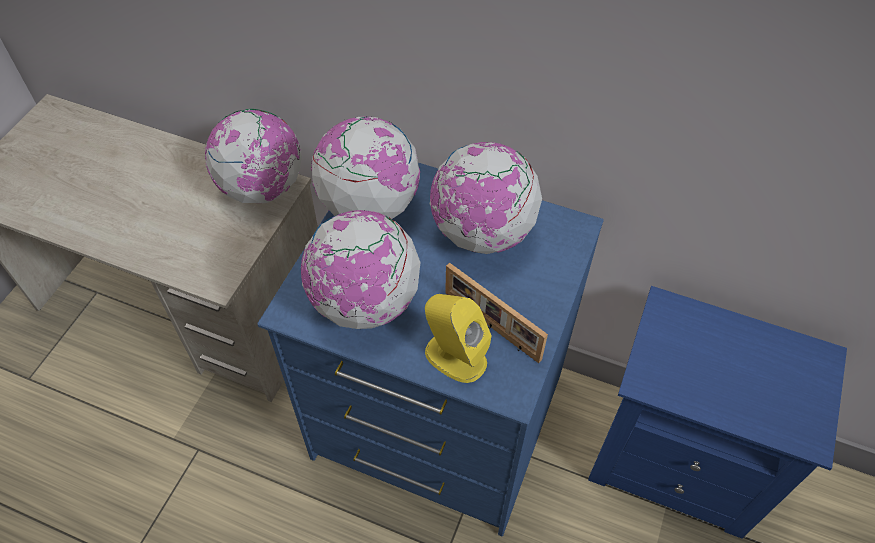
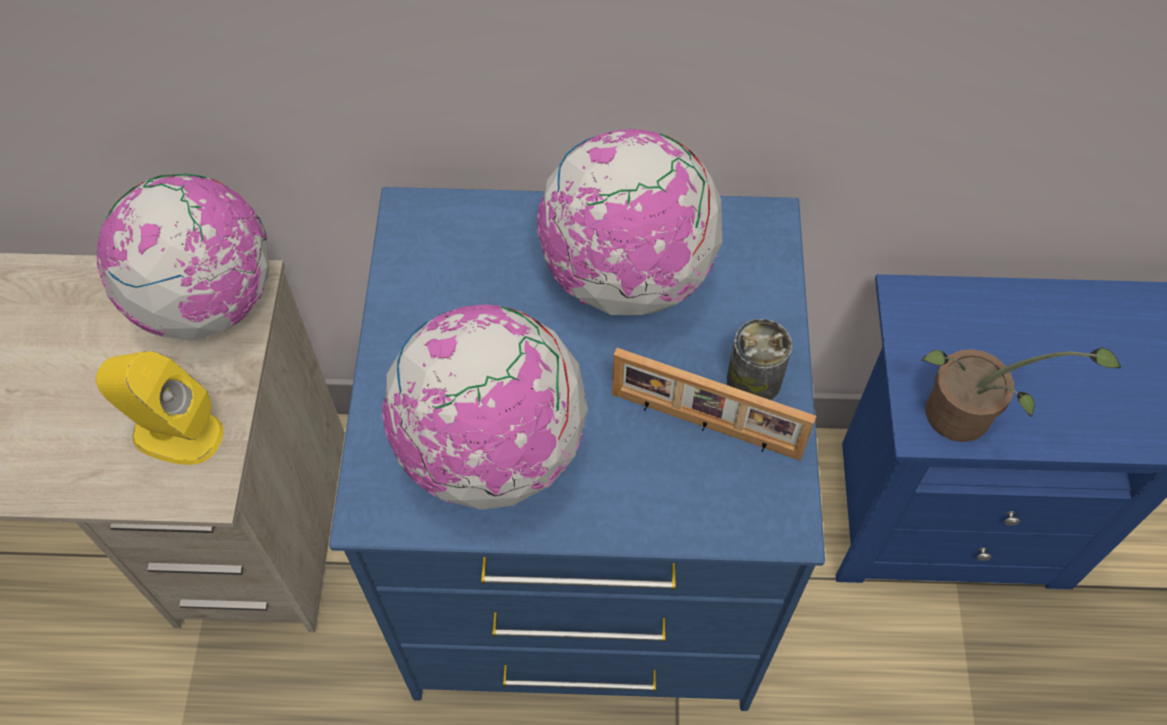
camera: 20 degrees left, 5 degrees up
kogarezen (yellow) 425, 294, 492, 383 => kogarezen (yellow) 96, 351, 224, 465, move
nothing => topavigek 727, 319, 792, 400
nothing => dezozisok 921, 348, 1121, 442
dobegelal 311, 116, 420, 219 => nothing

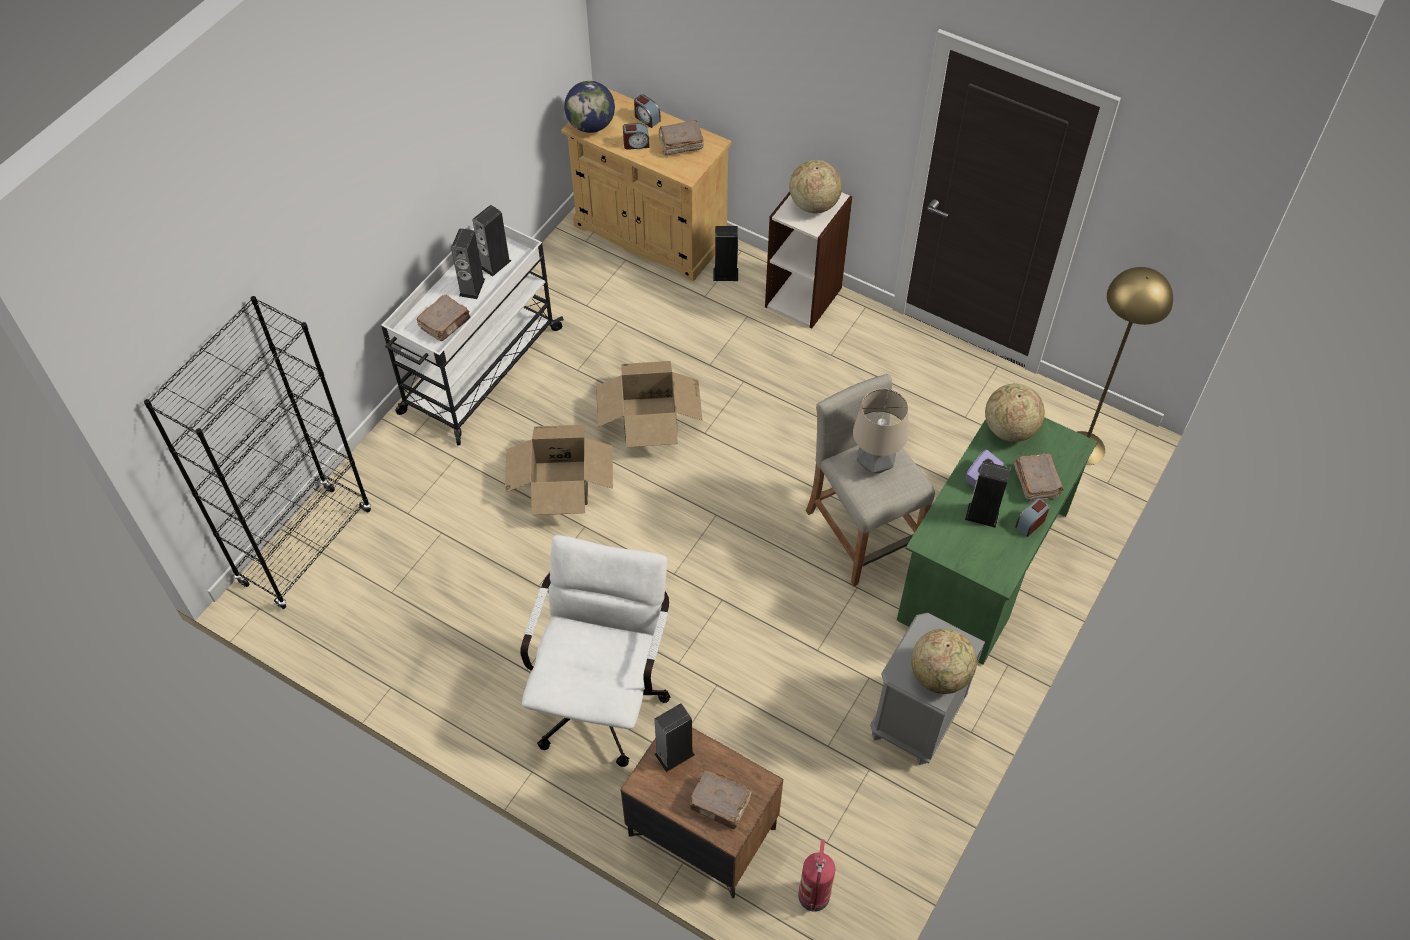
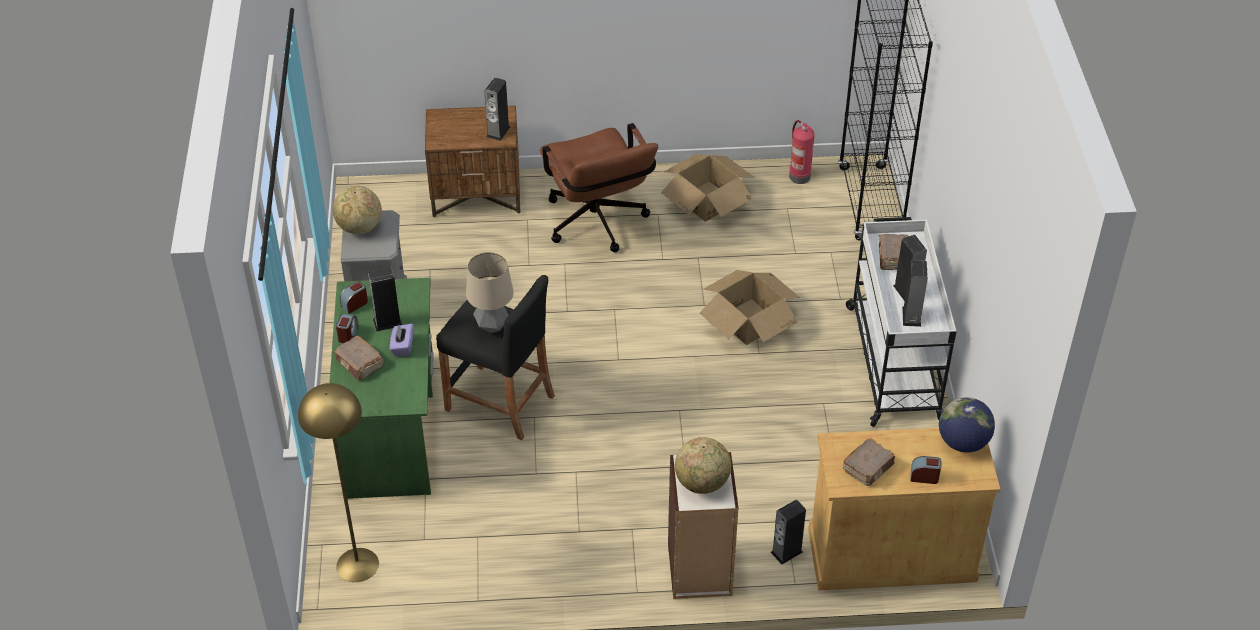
camera: 145 degrees right, 10 degrees down
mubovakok 623, 123, 650, 150 => mubovakok 340, 281, 368, 314, move
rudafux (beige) 806, 374, 935, 586 => rudafux (black) 436, 275, 555, 440
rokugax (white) 520, 535, 671, 767 => rokugax (brown) 540, 123, 658, 253
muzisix 596, 361, 702, 447 => muzisix 661, 154, 755, 222, move
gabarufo 798, 839, 835, 912 => gabarufo 789, 120, 815, 184, move
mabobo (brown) 688, 769, 752, 830 => nothing
dobegelal 985, 384, 1045, 442 => nothing

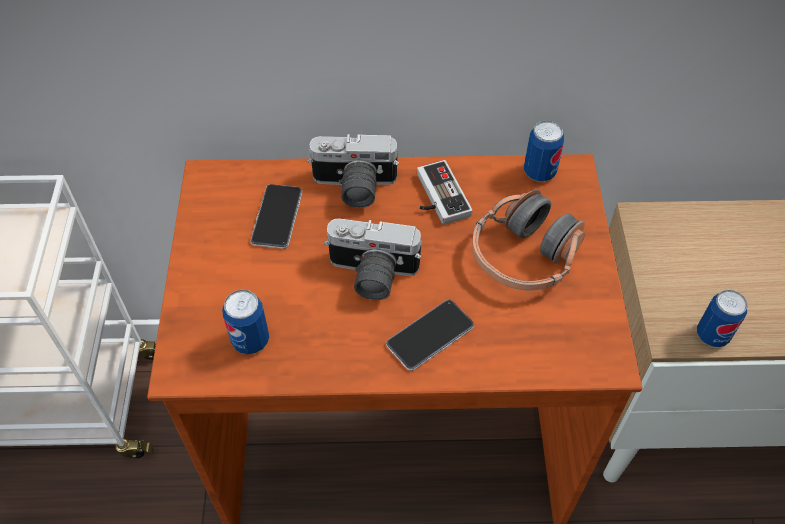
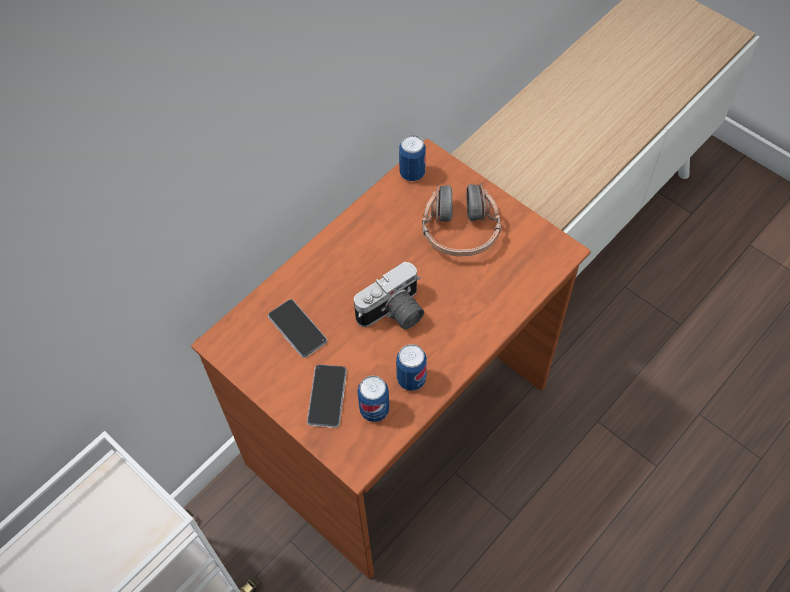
camera: 45 degrees left, 5 degrees up
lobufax 386, 300, 474, 371 => lobufax 307, 365, 347, 428, move
topavigek 697, 290, 747, 347 => topavigek 396, 344, 427, 391, move
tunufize 308, 134, 399, 208 => nothing
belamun 417, 160, 472, 225 => nothing

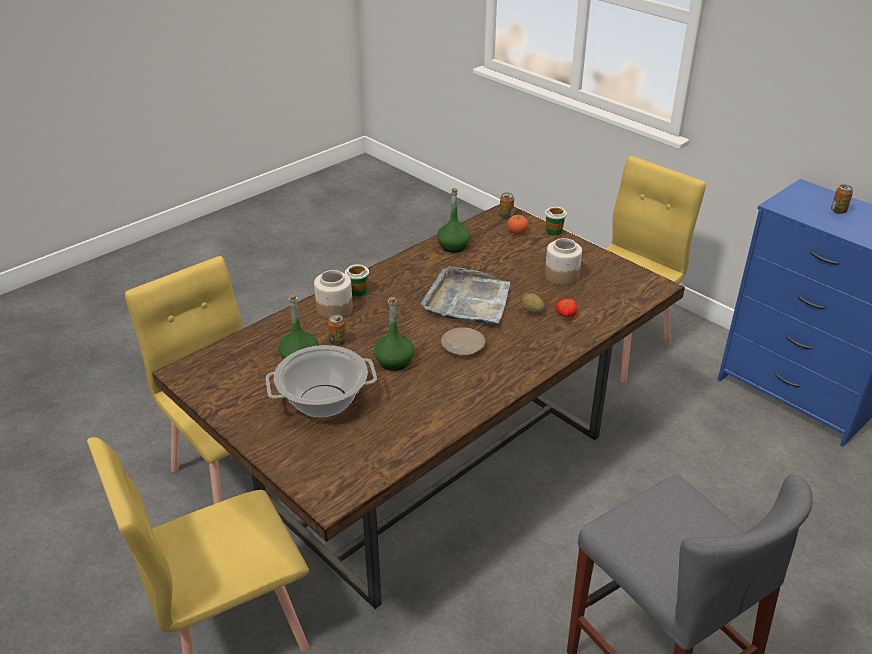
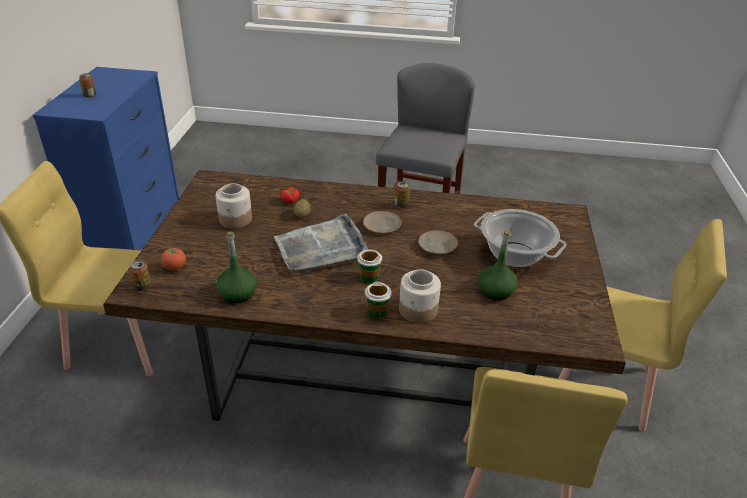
camera: 130 degrees left, 0 degrees up
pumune 545, 207, 567, 236 => pumune 357, 249, 382, 283, move
topavigek 328, 314, 346, 346 => topavigek 395, 181, 410, 208, move
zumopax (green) 374, 297, 414, 371 => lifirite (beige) 418, 231, 458, 254

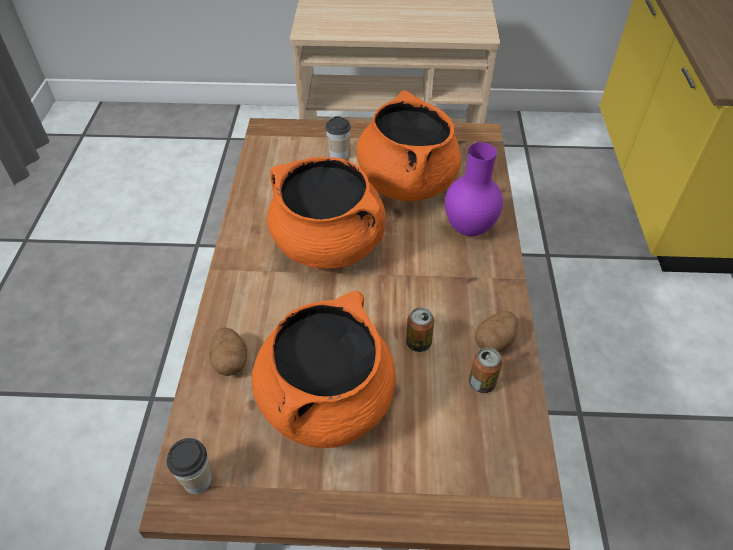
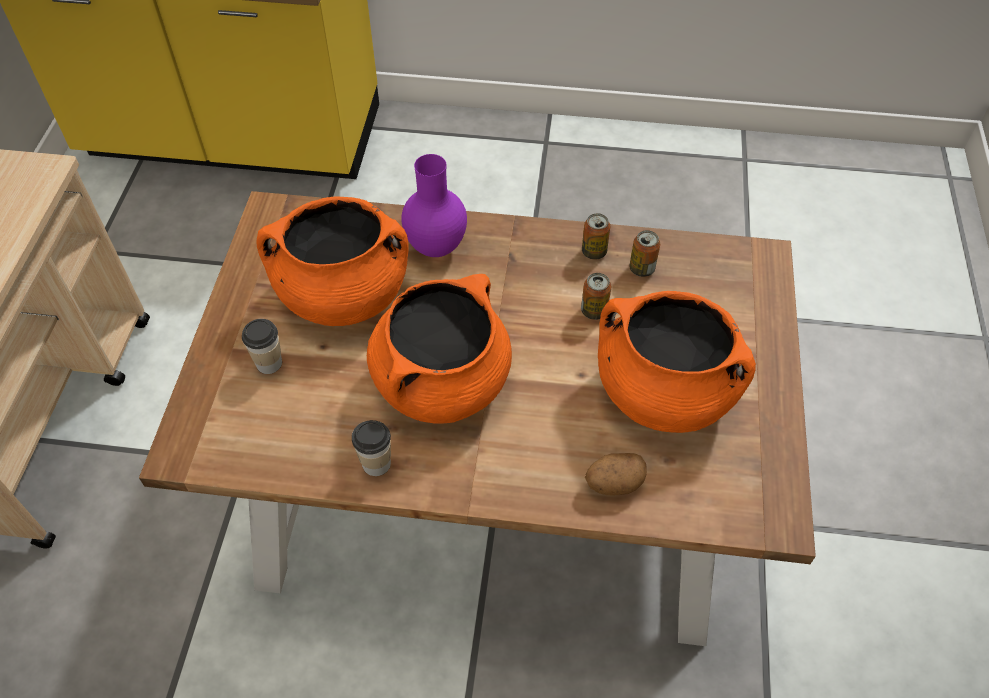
camera: 85 degrees left, 5 degrees up
pumune 166, 438, 212, 494 => pumune 352, 420, 391, 476, move
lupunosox 475, 311, 518, 352 => topavigek 582, 213, 610, 260

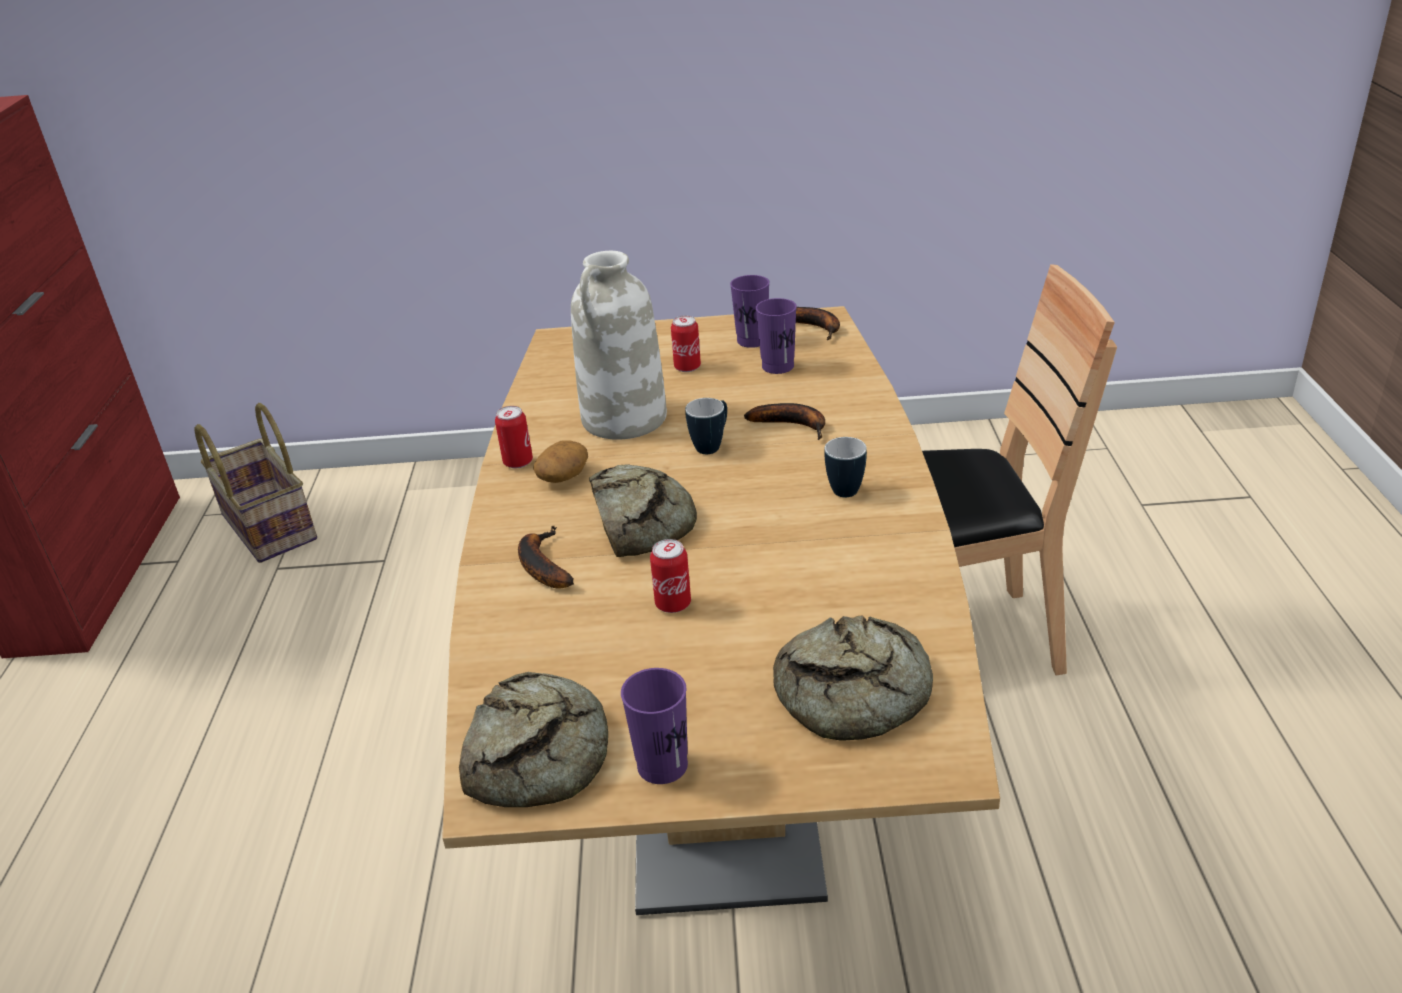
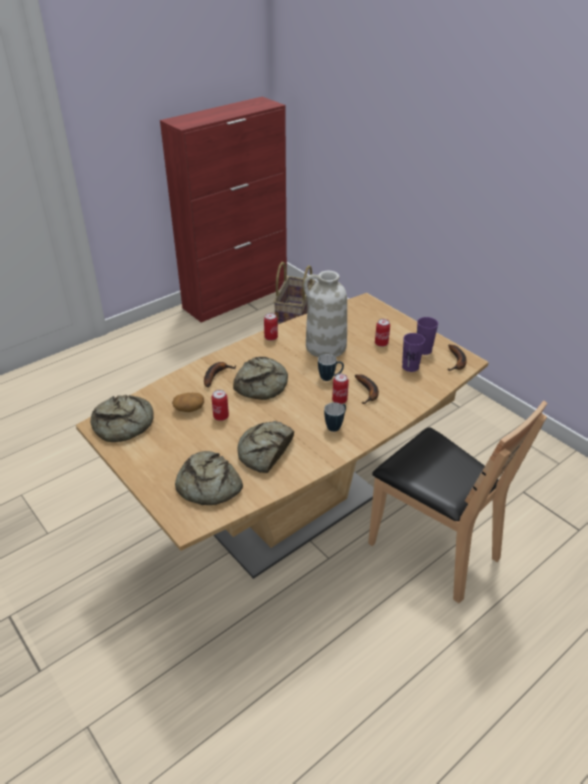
camera: 50 degrees right, 5 degrees up
lupunosox 533, 440, 588, 483 => lupunosox 172, 393, 204, 412, move
nothing => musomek 237, 421, 294, 473
nothing => topavigek 332, 374, 349, 404
pumune (purple) 621, 668, 688, 784 => nothing

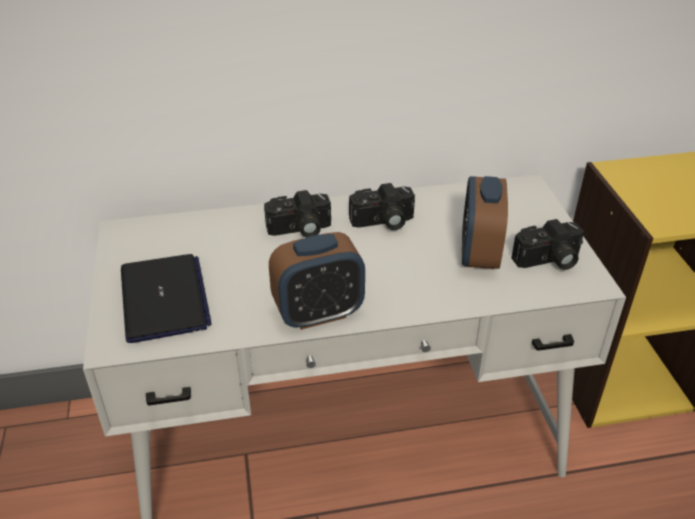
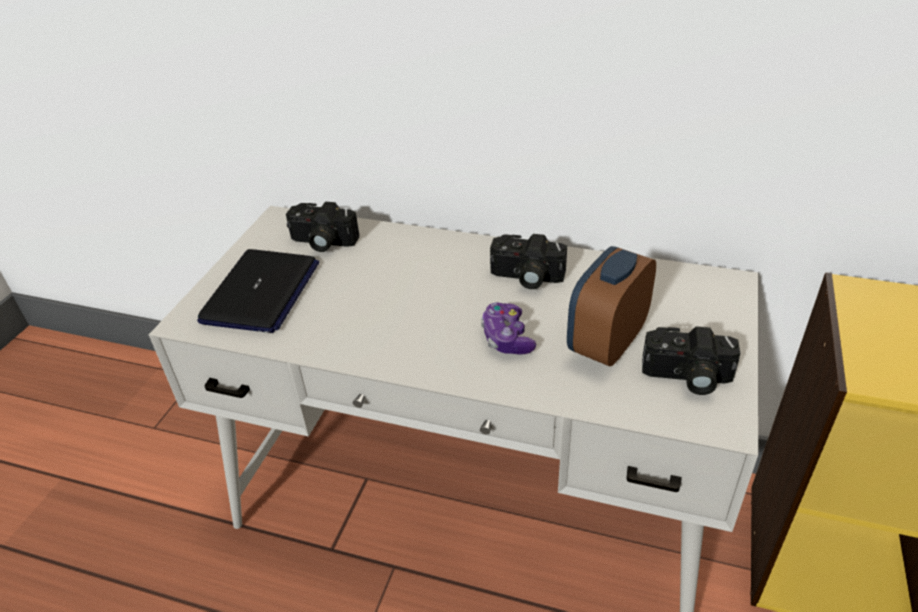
camera: 30 degrees right, 0 degrees up
tunufize 264, 190, 331, 238 => tunufize 286, 201, 359, 252, move
nothing => belamun 481, 302, 536, 355
mubovakok 269, 232, 365, 330 => nothing

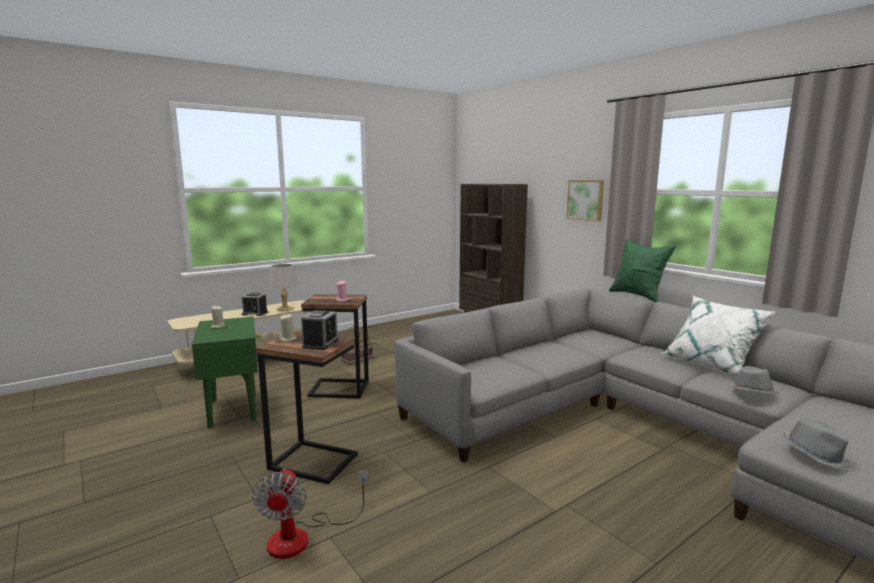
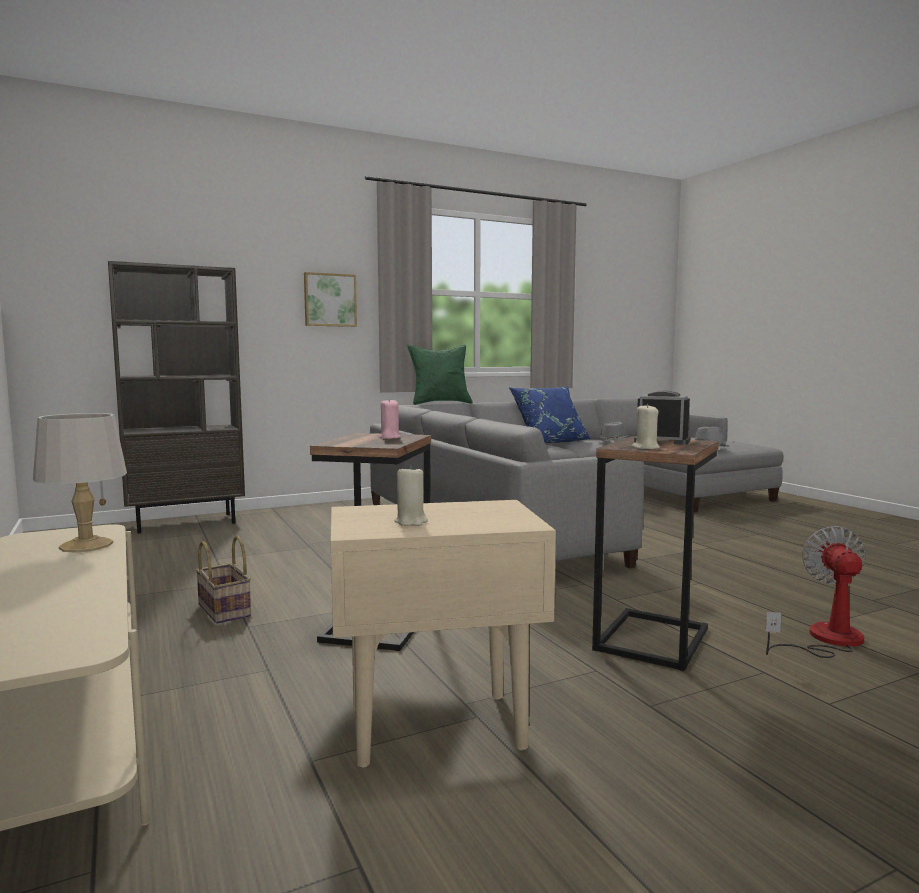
camera: 80 degrees left, 5 degrees down
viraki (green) 192, 317, 259, 428 => viraki (beige) 331, 500, 556, 768
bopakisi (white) 661, 296, 776, 376 => bopakisi (blue) 509, 387, 591, 443
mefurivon 252, 468, 368, 559 => mefurivon 766, 526, 866, 658, 90 degrees counterclockwise
mubovakok 242, 292, 268, 316 => nothing

